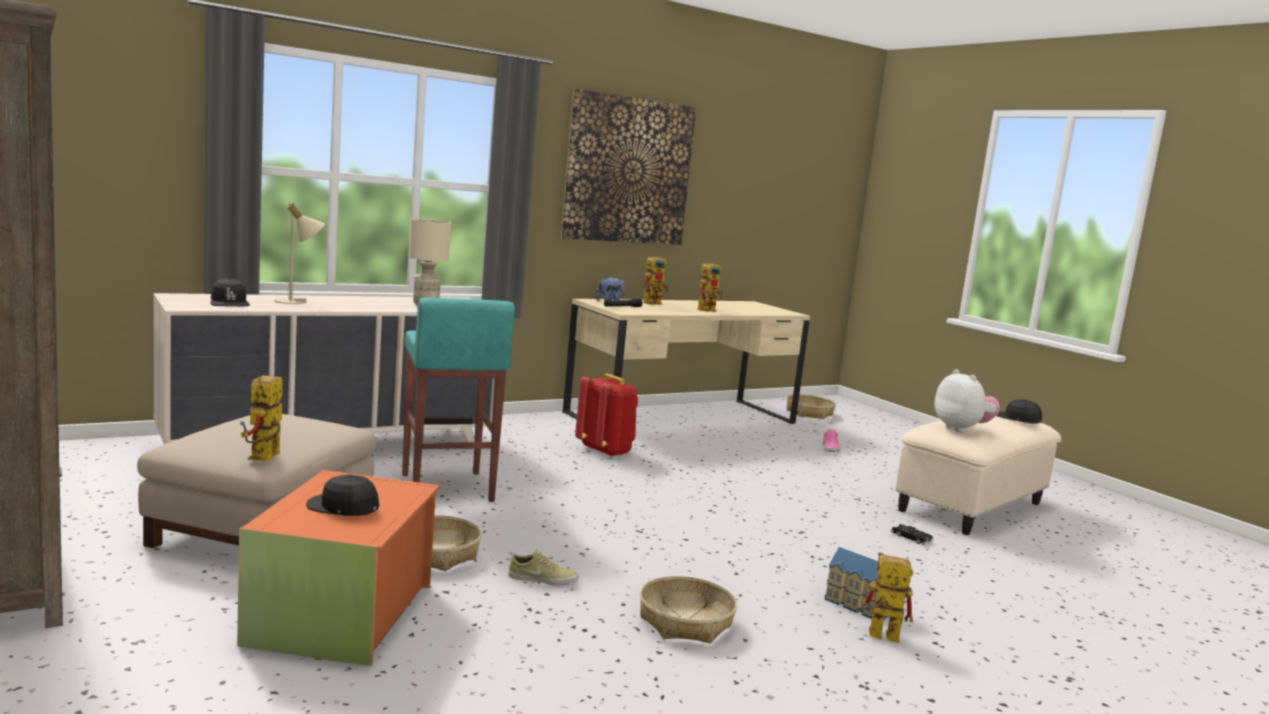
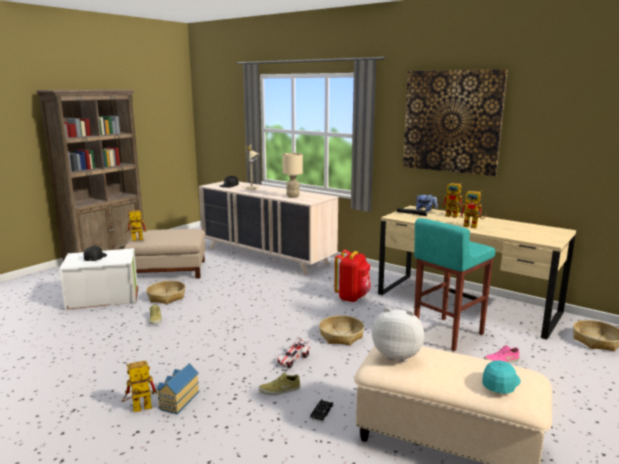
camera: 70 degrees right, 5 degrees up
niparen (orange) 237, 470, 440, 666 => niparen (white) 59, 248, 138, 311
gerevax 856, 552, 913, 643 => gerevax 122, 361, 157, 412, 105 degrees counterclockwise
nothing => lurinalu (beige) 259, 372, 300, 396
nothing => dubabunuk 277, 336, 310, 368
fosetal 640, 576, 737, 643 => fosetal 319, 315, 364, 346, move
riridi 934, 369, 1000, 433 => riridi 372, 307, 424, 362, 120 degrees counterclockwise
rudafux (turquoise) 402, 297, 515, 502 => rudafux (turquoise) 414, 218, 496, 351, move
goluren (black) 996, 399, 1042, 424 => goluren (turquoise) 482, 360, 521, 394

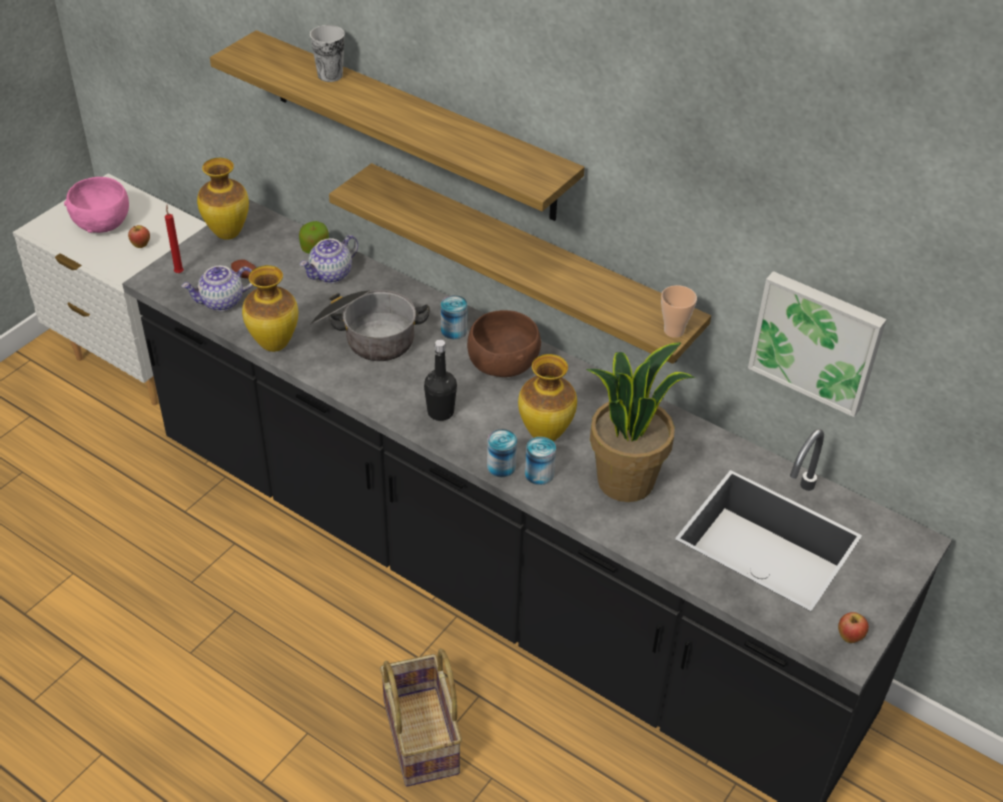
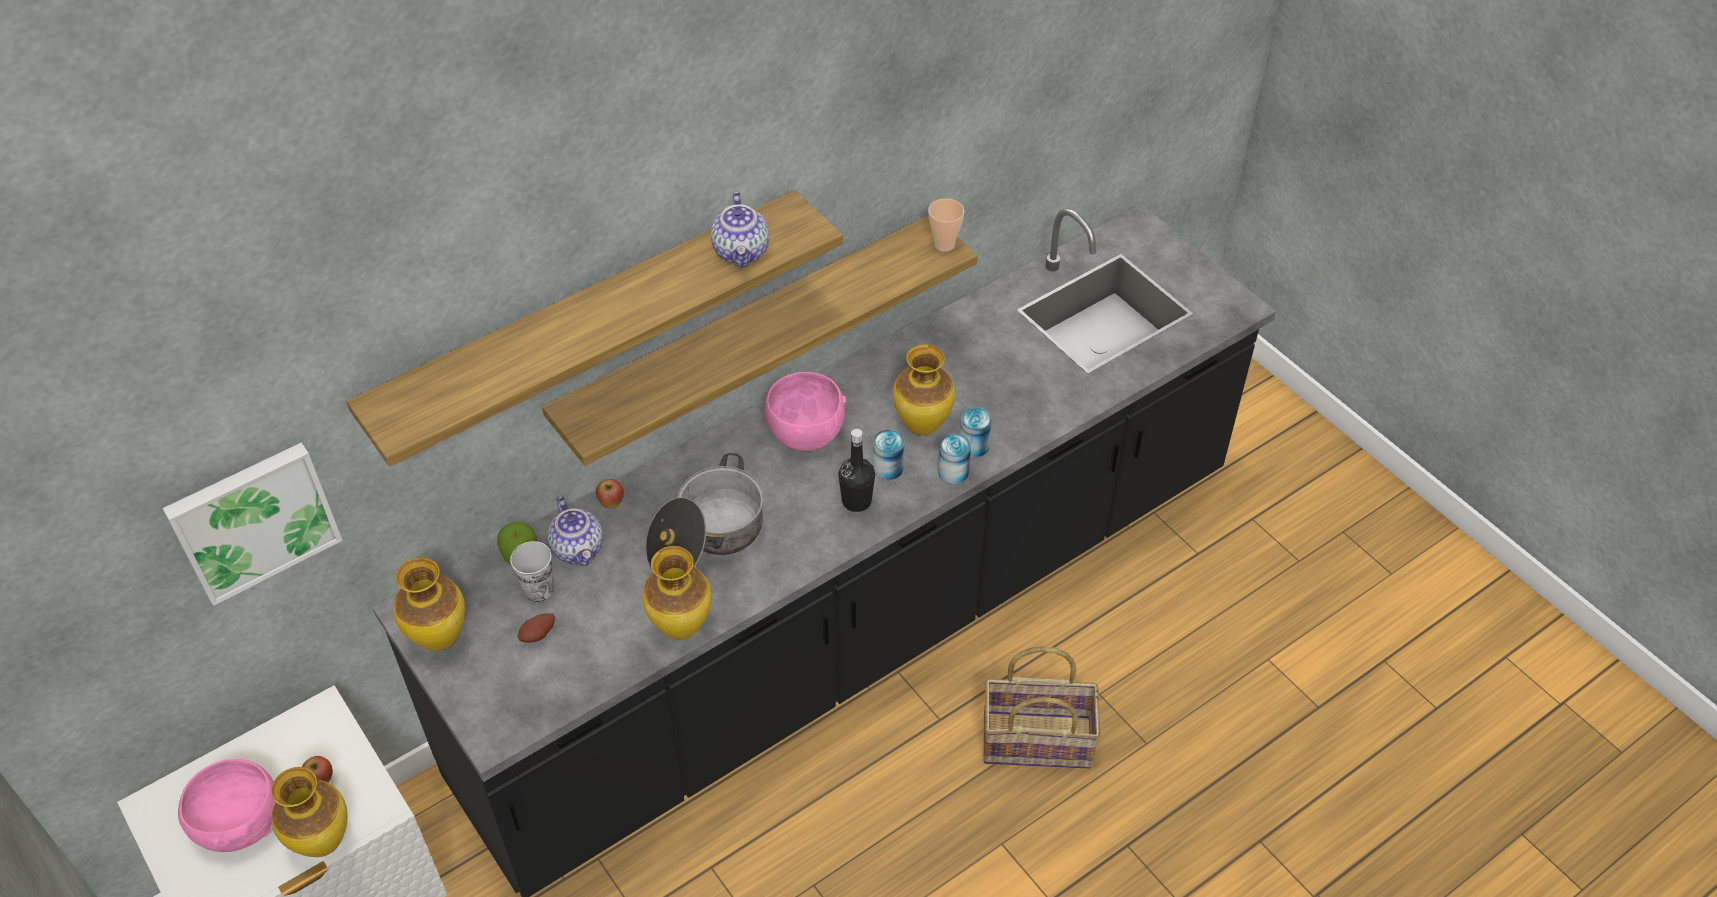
camera: 70 degrees left, 5 degrees up
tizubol 748, 271, 887, 417 => tizubol 163, 442, 343, 606, move
nothing => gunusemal 271, 767, 348, 857
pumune 310, 25, 345, 82 => pumune 510, 541, 554, 602, move
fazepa 838, 612, 869, 643 => fazepa 596, 479, 624, 509, move
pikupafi 182, 266, 253, 311 => pikupafi 711, 192, 769, 268, move
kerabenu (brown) 467, 310, 541, 377 => kerabenu (pink) 764, 372, 847, 451
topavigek 441, 295, 467, 339 => topavigek 873, 430, 904, 480, move
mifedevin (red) 165, 205, 184, 273 => nothing
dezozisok 586, 342, 696, 502 => nothing

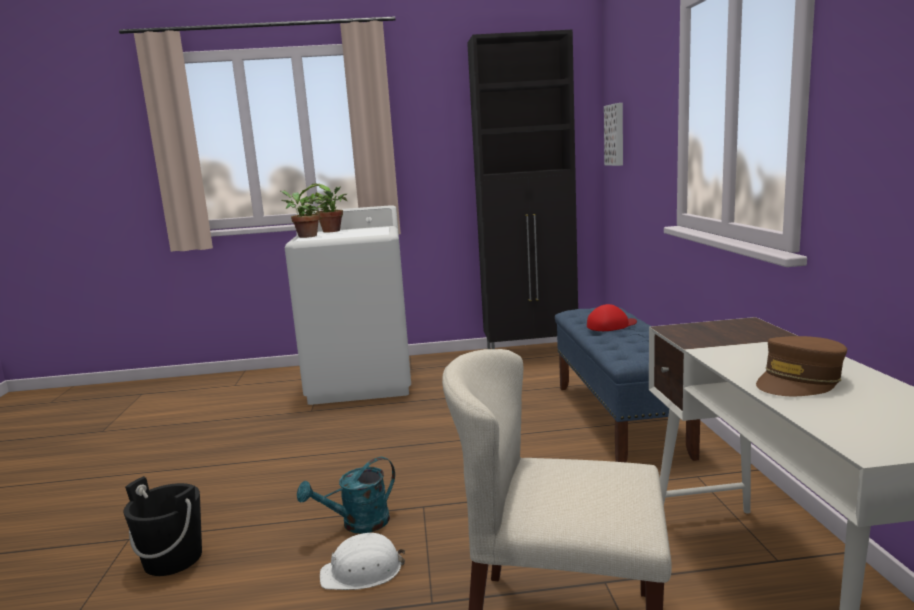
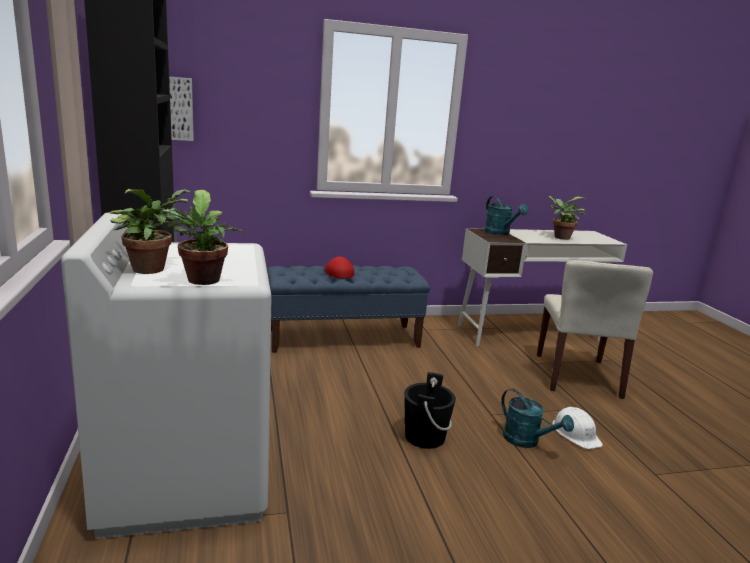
camera: 100 degrees left, 5 degrees up
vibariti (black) 123, 476, 202, 576 => vibariti (black) 404, 372, 456, 449, move
nothing => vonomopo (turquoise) 484, 196, 529, 235
goluren (brown) 756, 336, 847, 396 => dezozisok 547, 196, 586, 240

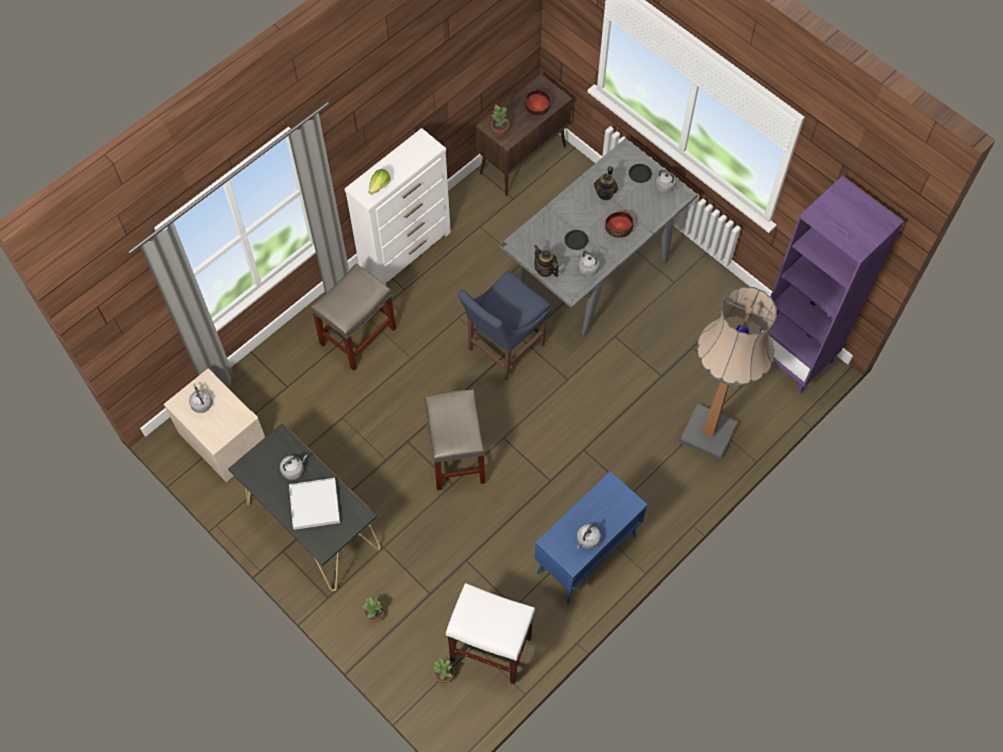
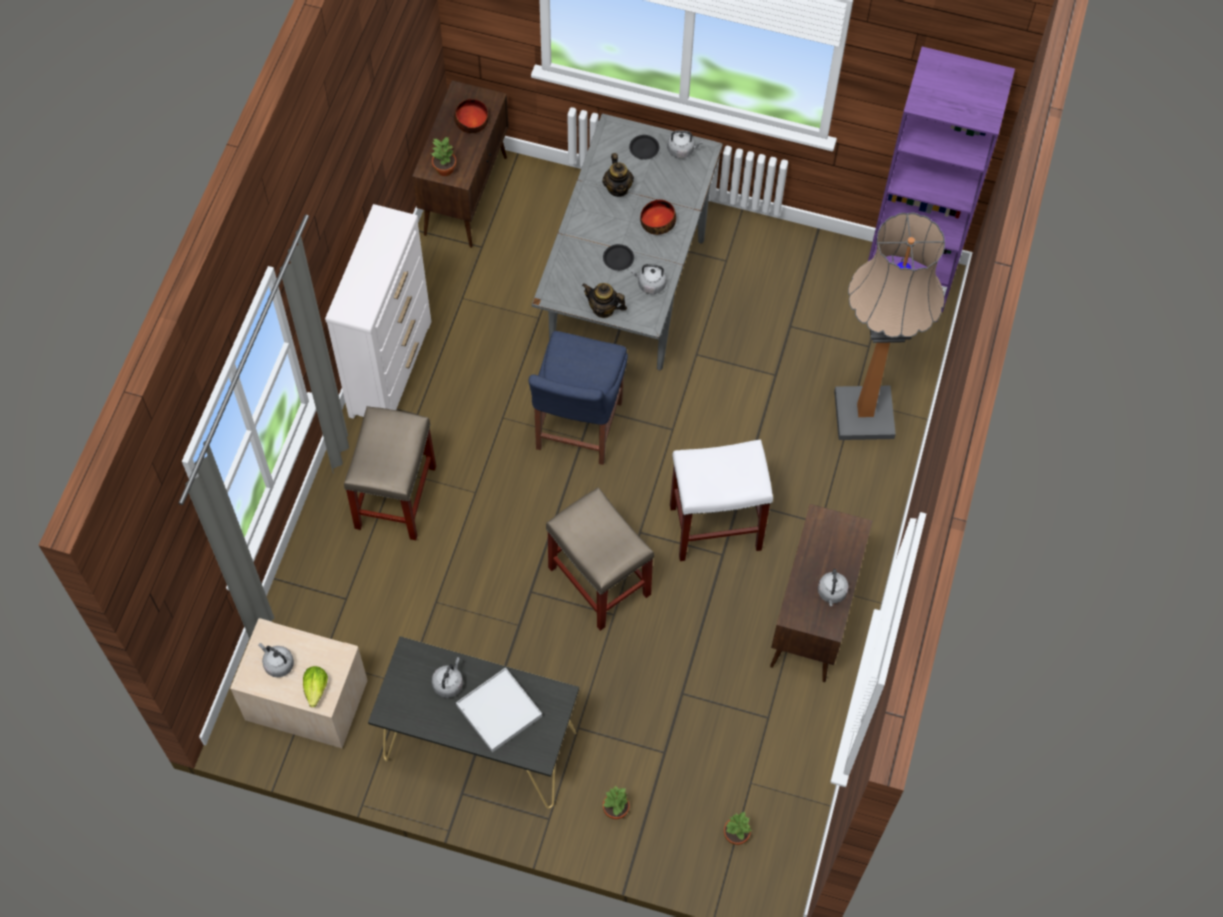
camera: 30 degrees left, 0 degrees up
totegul 368, 169, 390, 195 => totegul 303, 666, 328, 707, move
rudafux (white) 446, 583, 535, 684 => rudafux (white) 670, 439, 773, 561, move
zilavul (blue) 534, 471, 648, 603 => zilavul (brown) 770, 504, 872, 682

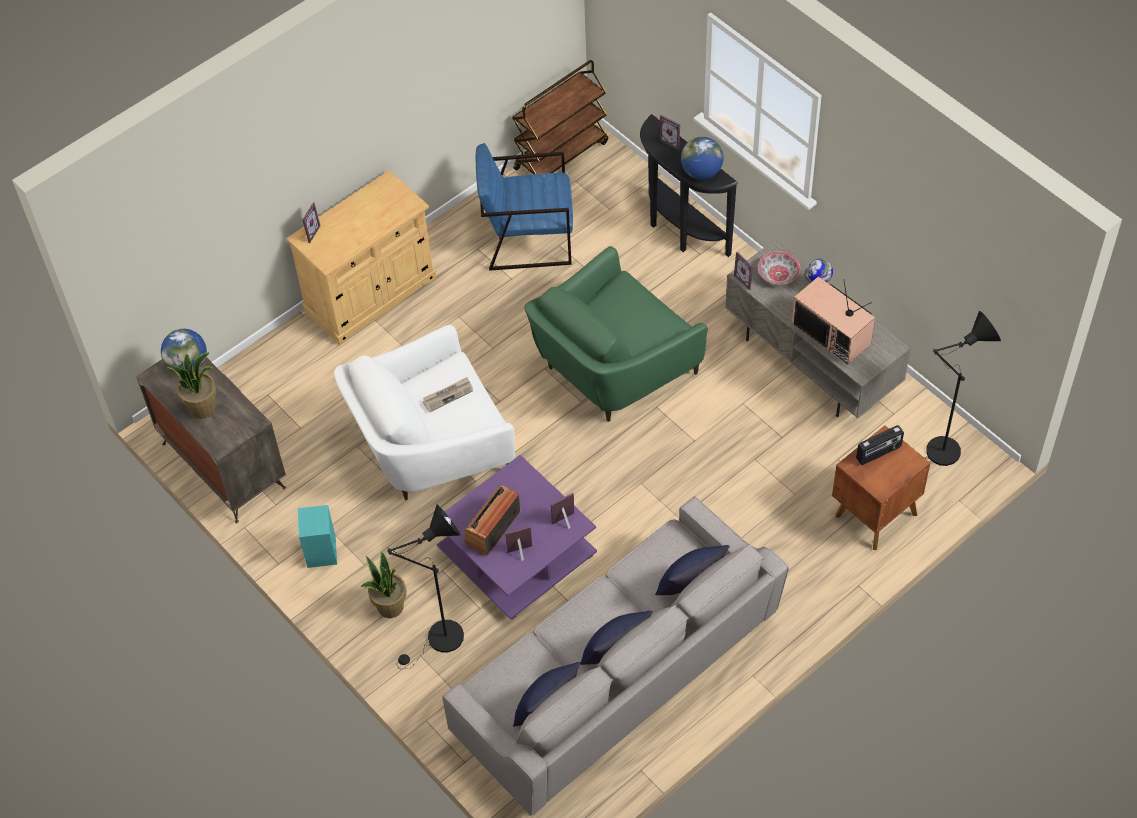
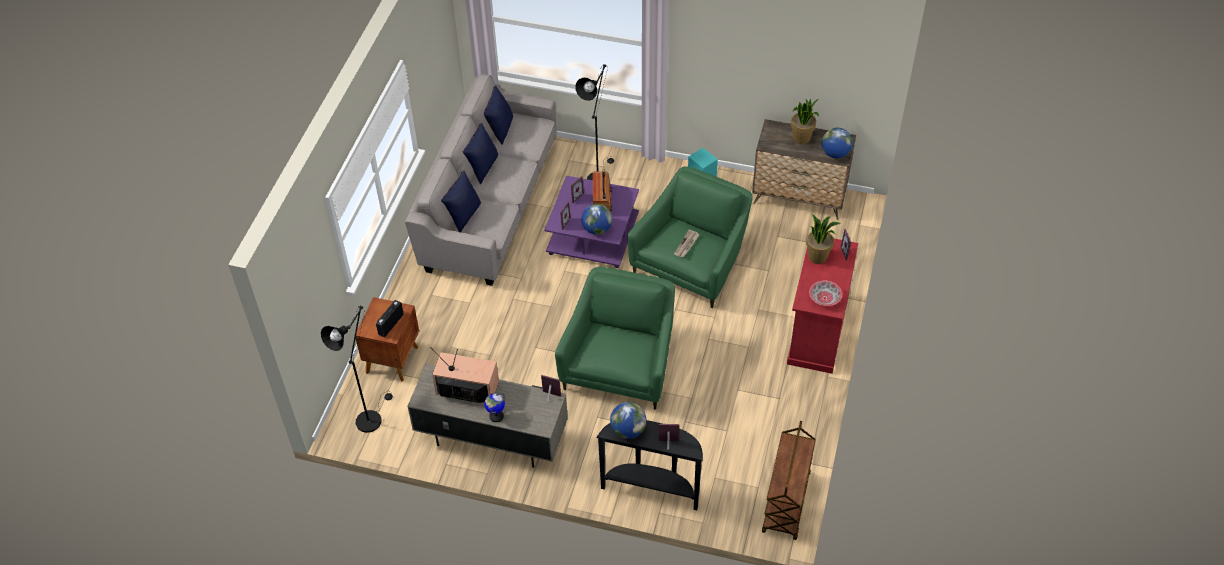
camera: 145 degrees right, 5 degrees down
nothing => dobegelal 581, 204, 612, 235
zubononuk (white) 334, 325, 515, 501 => zubononuk (green) 627, 166, 753, 308
zilavul (beige) 286, 170, 436, 345 => zilavul (red) 787, 239, 858, 374
dezozisok 361, 552, 407, 618 => dezozisok 806, 214, 841, 264, move
kerabenu 758, 251, 800, 285 => kerabenu 809, 281, 842, 306, move
zubononuk (blue) 476, 143, 573, 271 => nothing

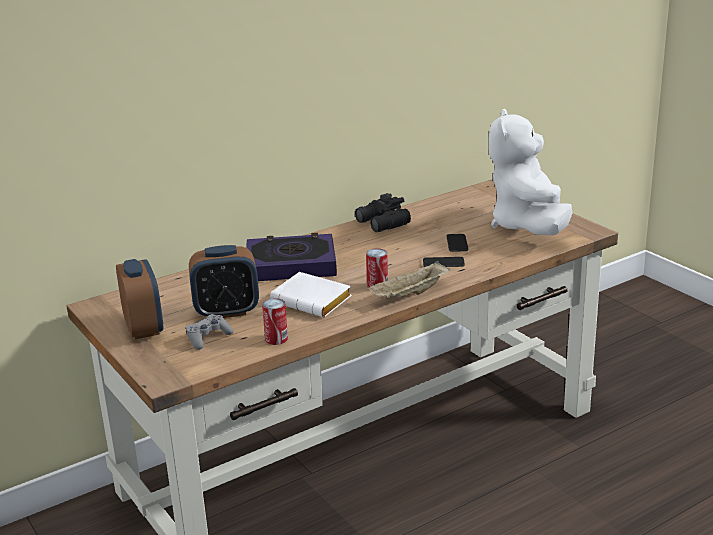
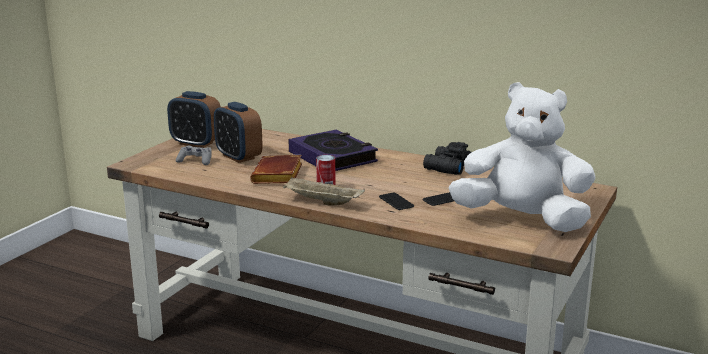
camera: 60 degrees right, 5 degrees down
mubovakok 116, 259, 163, 339 => mubovakok 167, 91, 221, 148, 75 degrees clockwise
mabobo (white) 270, 272, 352, 317 => mabobo (brown) 250, 155, 302, 184
riridi (white) 489, 109, 572, 235 => riridi (white) 449, 82, 596, 232, 45 degrees clockwise
topavigek 262, 298, 288, 345 => nothing

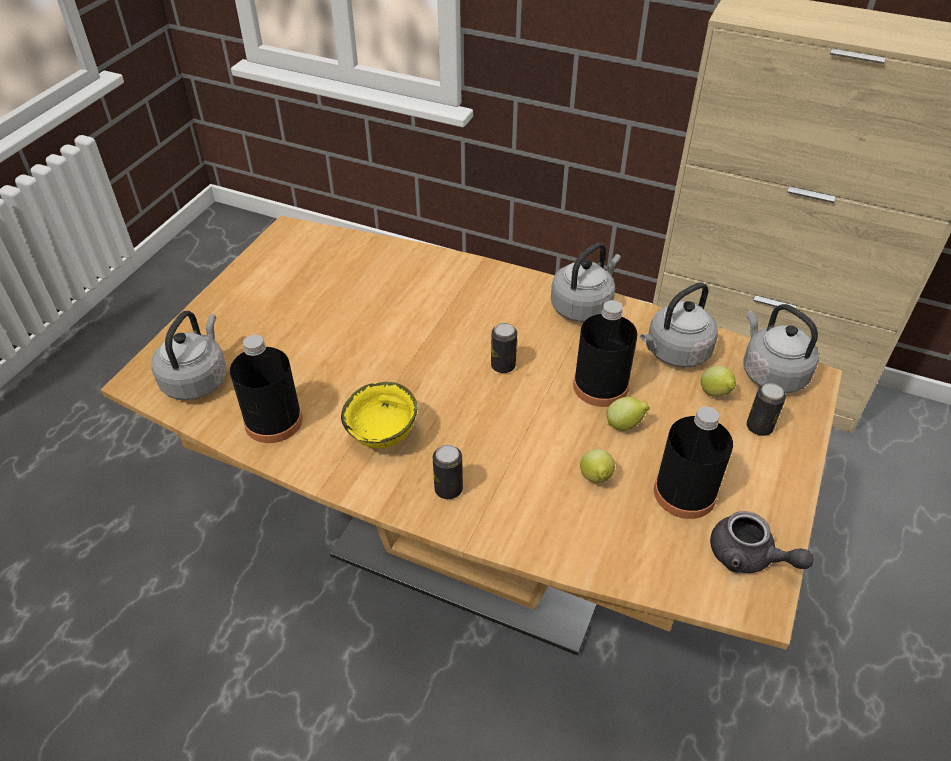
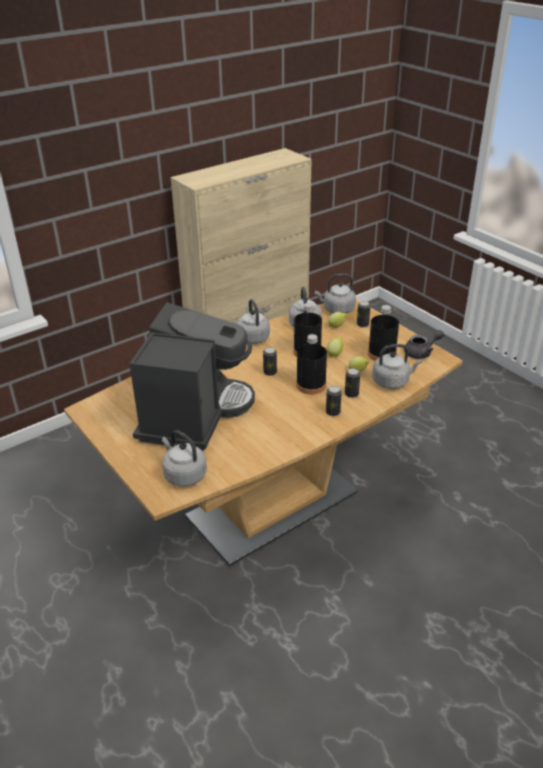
camera: 60 degrees left, 10 degrees down
nothing => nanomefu 129, 302, 255, 451
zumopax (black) 230, 335, 303, 443 => zumopax (black) 296, 334, 327, 394, move
nothing => topavigek 345, 368, 360, 398
nothing => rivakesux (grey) 372, 344, 422, 389
kerabenu (yellow) 341, 382, 417, 448 => nothing

